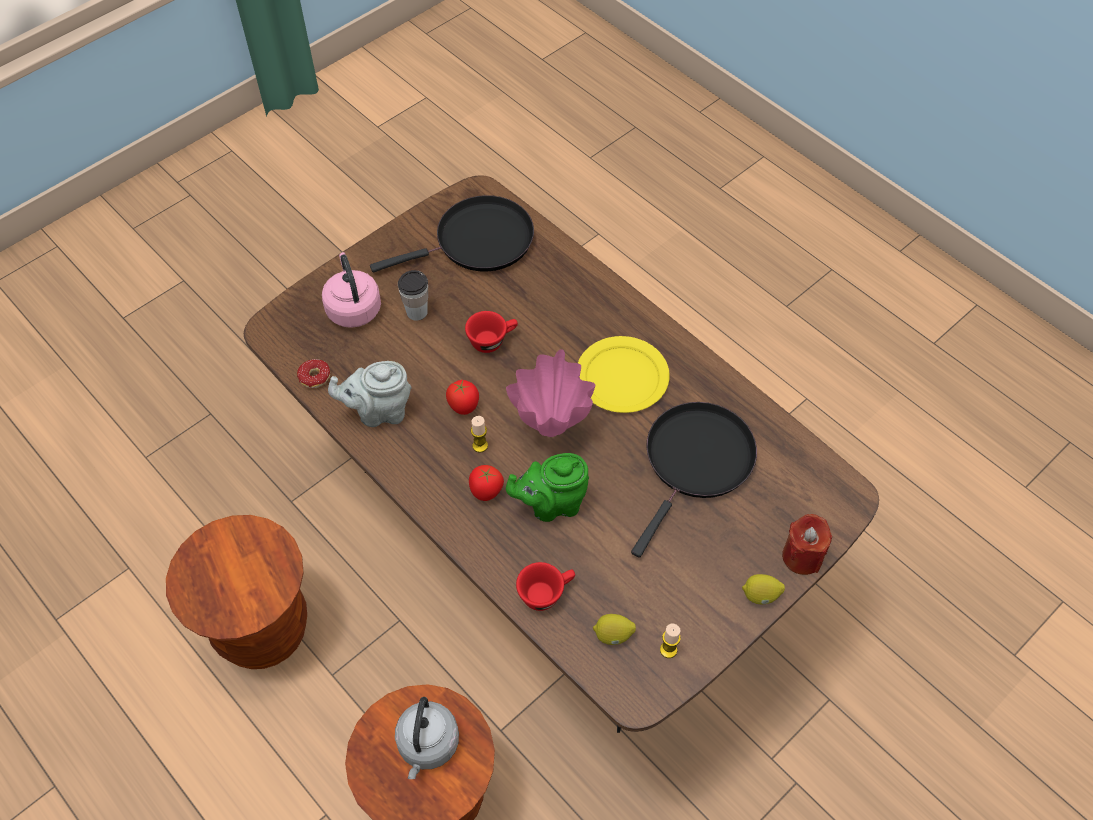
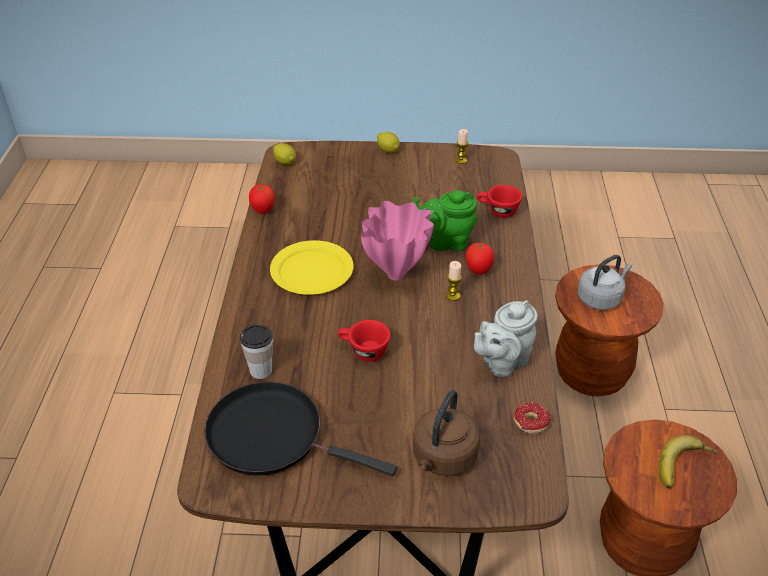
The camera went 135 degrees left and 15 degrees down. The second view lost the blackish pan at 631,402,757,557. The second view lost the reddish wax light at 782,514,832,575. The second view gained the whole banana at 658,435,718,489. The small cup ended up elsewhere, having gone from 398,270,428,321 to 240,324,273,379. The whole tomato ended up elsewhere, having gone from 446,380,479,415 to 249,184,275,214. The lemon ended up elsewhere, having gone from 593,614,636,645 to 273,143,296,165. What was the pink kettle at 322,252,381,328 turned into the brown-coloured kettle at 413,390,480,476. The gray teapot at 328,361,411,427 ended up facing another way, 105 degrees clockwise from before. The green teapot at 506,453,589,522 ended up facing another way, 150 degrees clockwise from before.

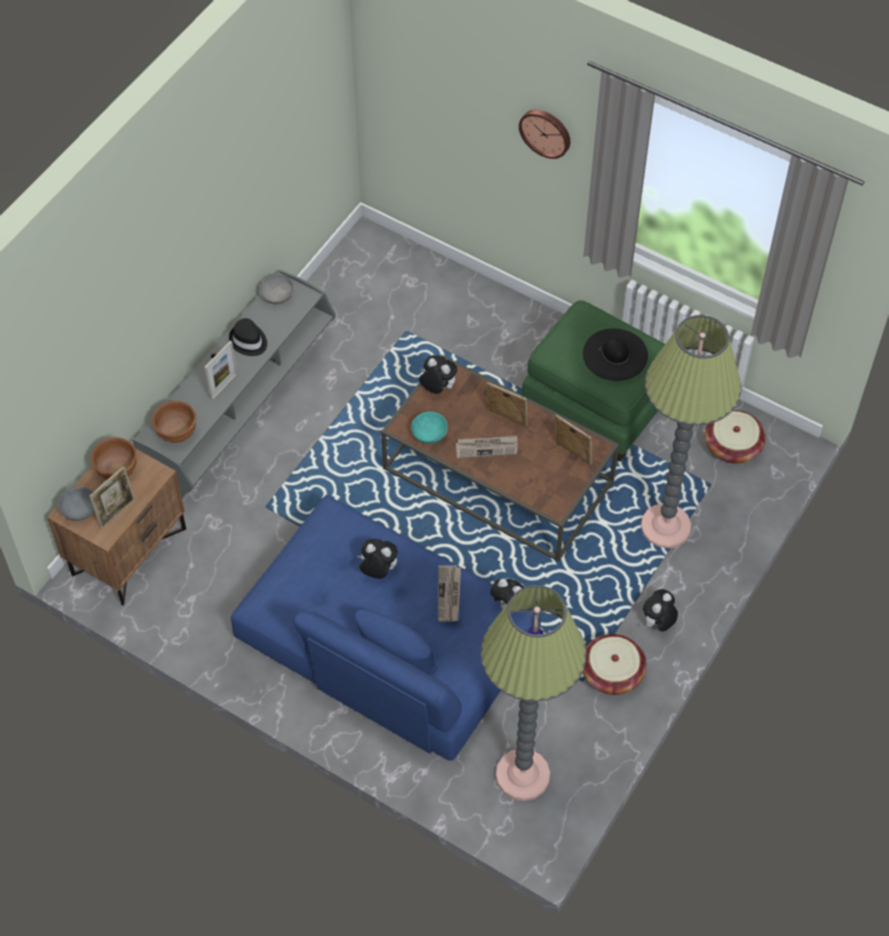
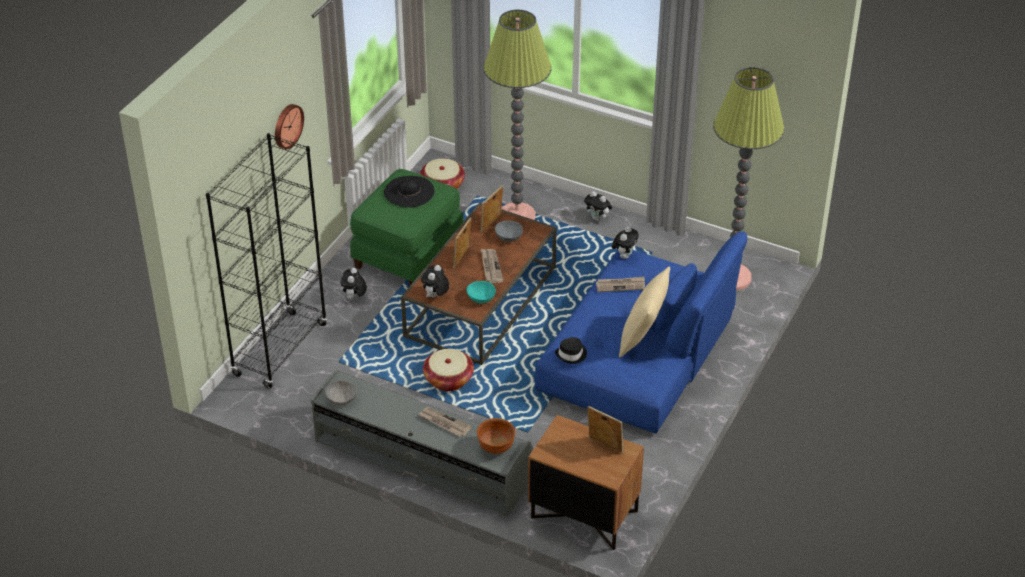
The camera went 95 degrees left and 15 degrees down. The second view lost the brown-coloured deep dish at 91,437,137,479. The second view gained the blackish bookshelf at 206,133,327,389. The second view gained the beige-coloured cushion at 619,266,670,357. The gray deep dish ended up elsewhere, having gone from 58,487,94,521 to 495,221,523,242. The blackish hat ended up elsewhere, having gone from 229,318,267,356 to 555,337,587,364. The soft toy ended up elsewhere, having gone from 357,539,398,579 to 341,268,367,300. The storage basket ended up elsewhere, having gone from 583,634,647,695 to 423,349,474,391. Where the photo frame stood at 204,341,237,401, the newspaper came to stand at 419,407,472,436.

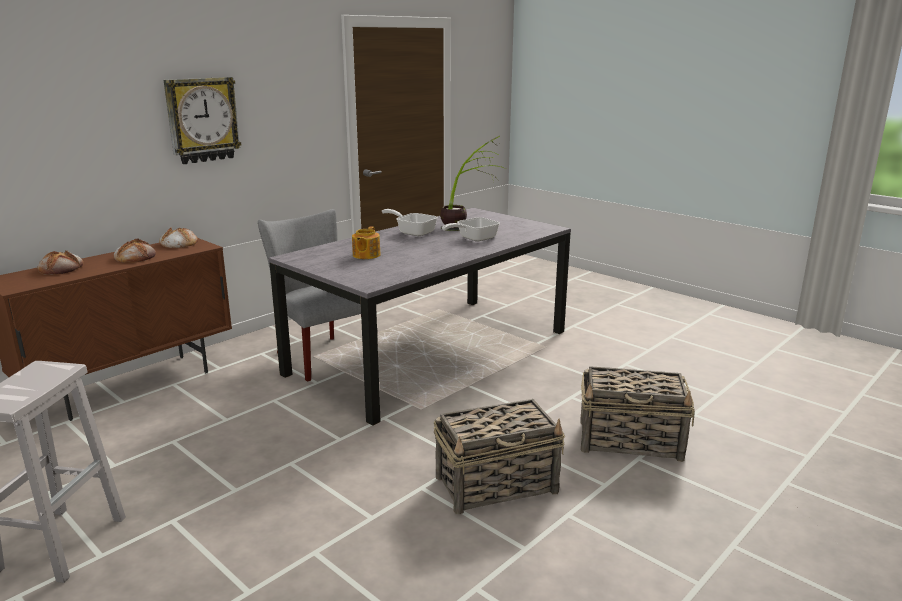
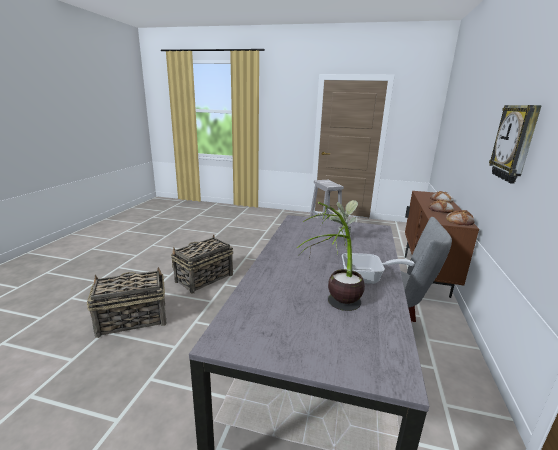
The camera went 150 degrees right and 0 degrees up. The second view lost the pan at 442,217,500,242. Where the teapot stood at 352,226,381,259, the plant in a pot came to stand at 330,200,358,238.

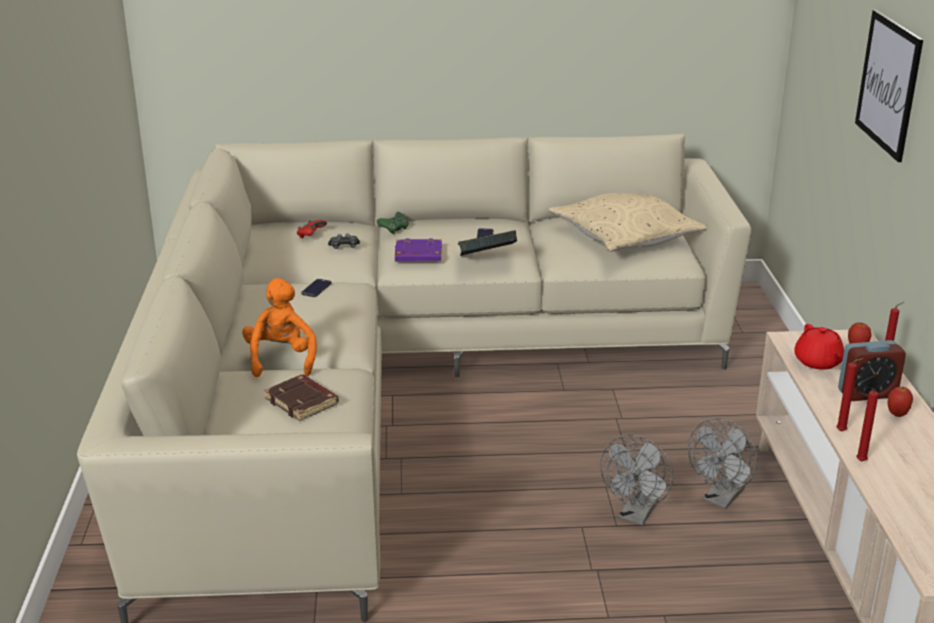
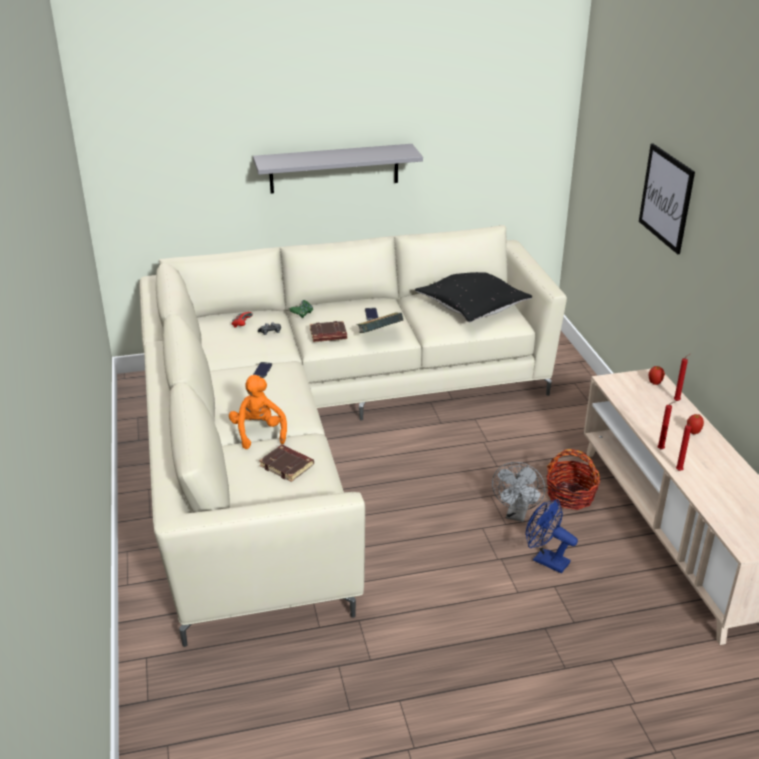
The camera went 10 degrees left and 5 degrees up. The second view lost the reddish teapot at 795,324,844,370. The second view lost the table clock at 838,340,906,401. The second view gained the gray bracket shelf at 253,144,423,194. The second view gained the bluish cooling fan at 525,499,578,573. Where the gray cooling fan stood at 688,418,758,509, the storage basket came to stand at 546,449,600,510. What was the purple-coloured bound book at 395,238,442,262 turned into the brown-coloured bound book at 310,321,347,342. What was the beige-coloured cushion at 549,193,707,252 turned into the blackish cushion at 415,272,532,322.

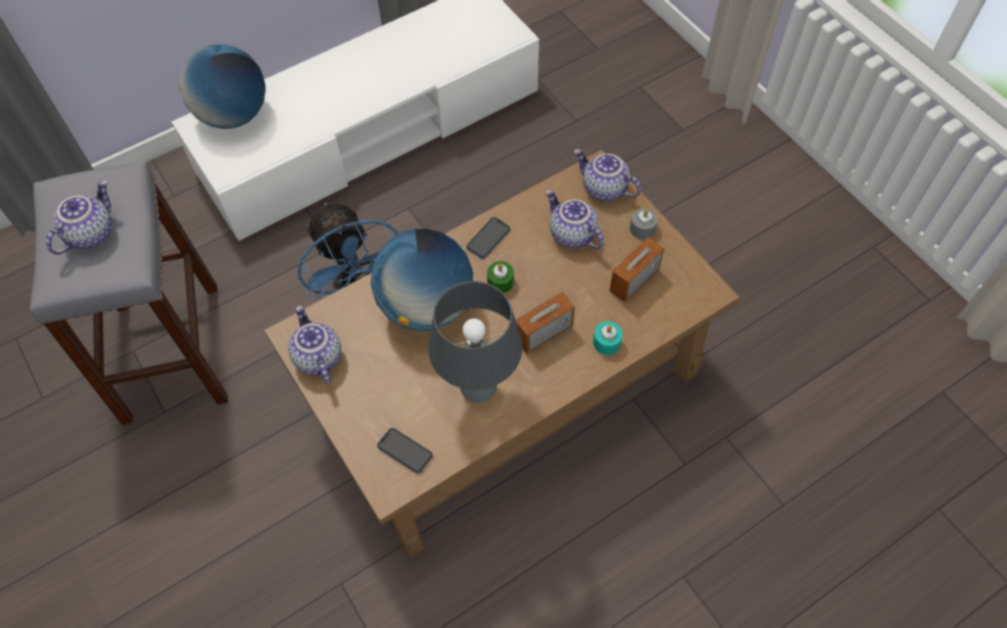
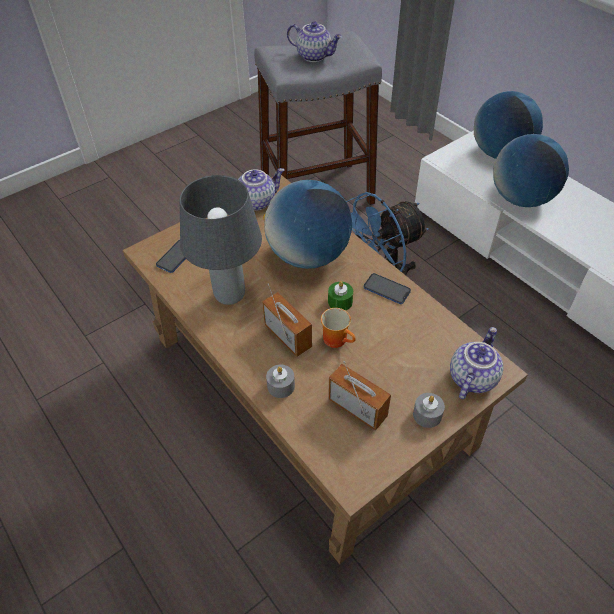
The camera went 85 degrees right and 10 degrees down. The second view lost the teapot at 546,189,604,250. The second view gained the tea mug at 321,308,356,348. The second view gained the world globe at 493,134,569,207. What was the blue-green wax light at 593,321,623,355 turned into the gray wax light at 266,365,295,398.

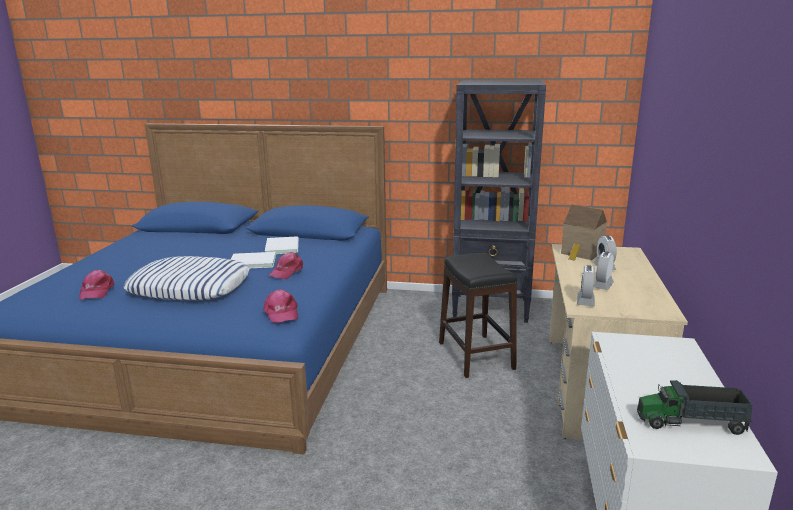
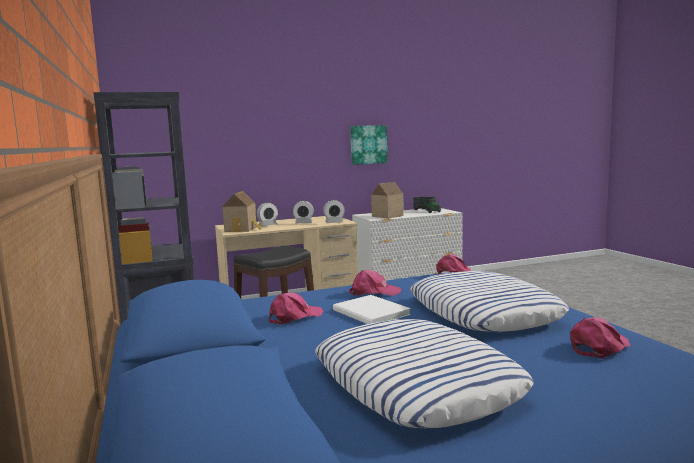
The camera went 120 degrees left and 10 degrees down. The second view gained the cushion at 315,319,534,429. The second view gained the wall picture at 350,125,387,165. The second view gained the model house at 371,182,404,219. Where the white bound book stood at 265,236,299,254, the pink peaked cap came to stand at 269,293,323,325.

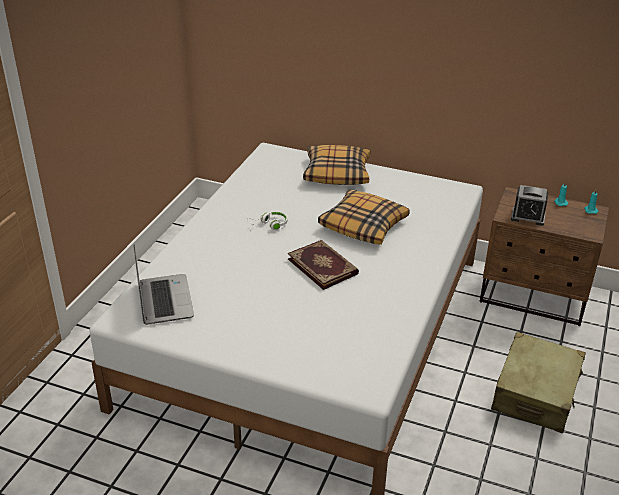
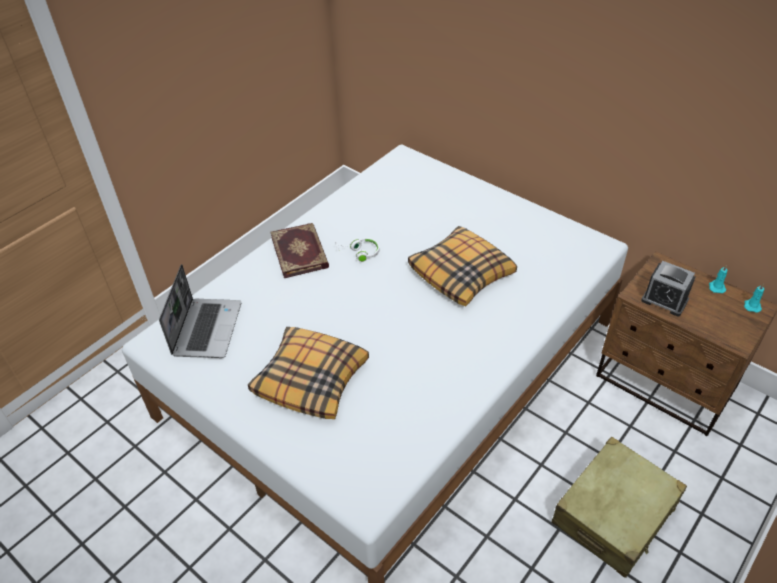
The camera went 20 degrees right and 10 degrees up. The bound book ended up elsewhere, having gone from 288,240,359,290 to 271,223,329,278. The cushion ended up elsewhere, having gone from 303,145,370,185 to 248,327,369,419.

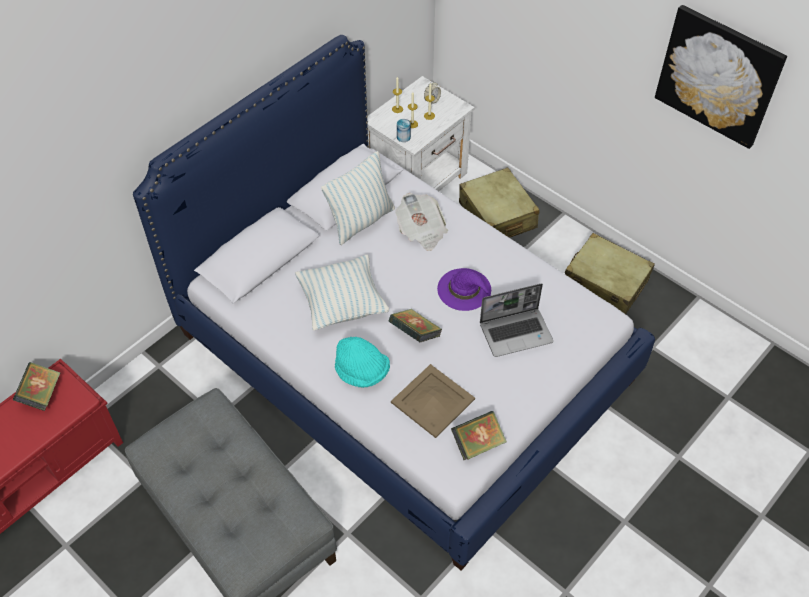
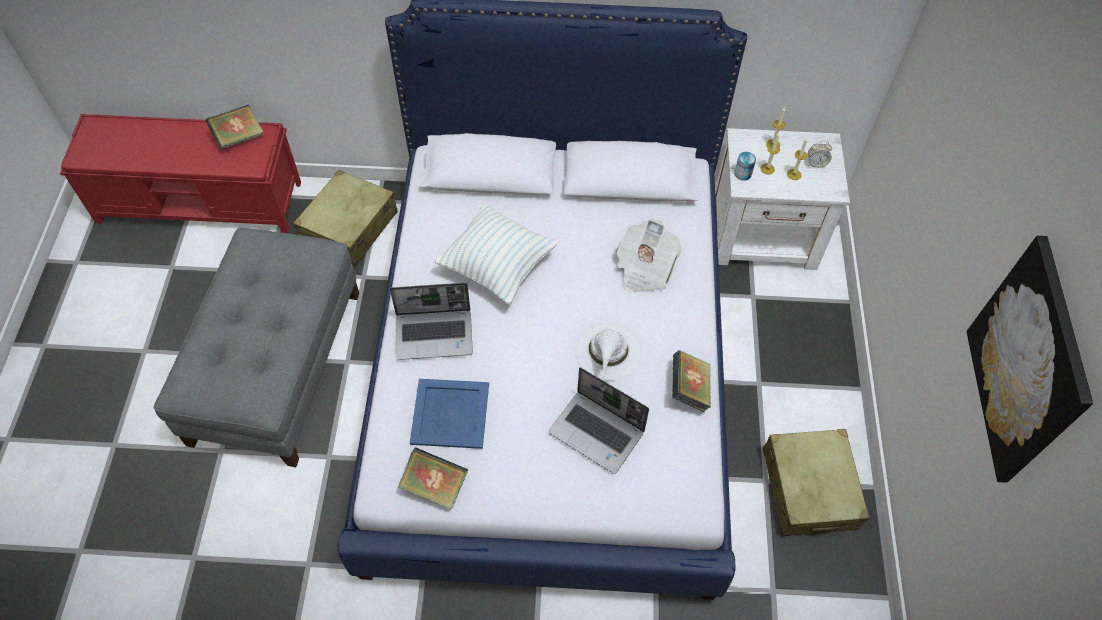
The camera went 50 degrees right and 5 degrees up. The second view lost the cushion at 321,151,395,245. The bound book ended up elsewhere, having gone from 388,309,442,343 to 672,350,711,412. The beige-coloured suitcase ended up elsewhere, having gone from 459,167,540,238 to 293,170,398,267. Where the blue-green hat stood at 335,337,390,388, the notebook computer came to stand at 390,283,473,360. What was the beige-coloured carrying tray at 391,364,475,438 turned into the bluish carrying tray at 410,379,489,449. What was the purple-coloured hat at 437,268,491,311 turned into the white hat at 575,322,642,381.

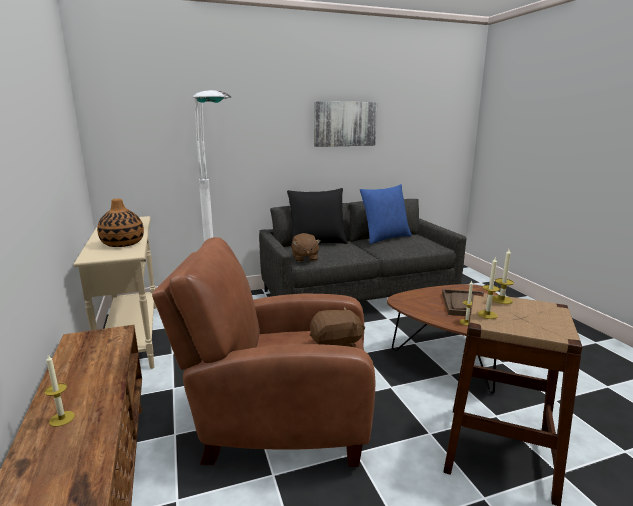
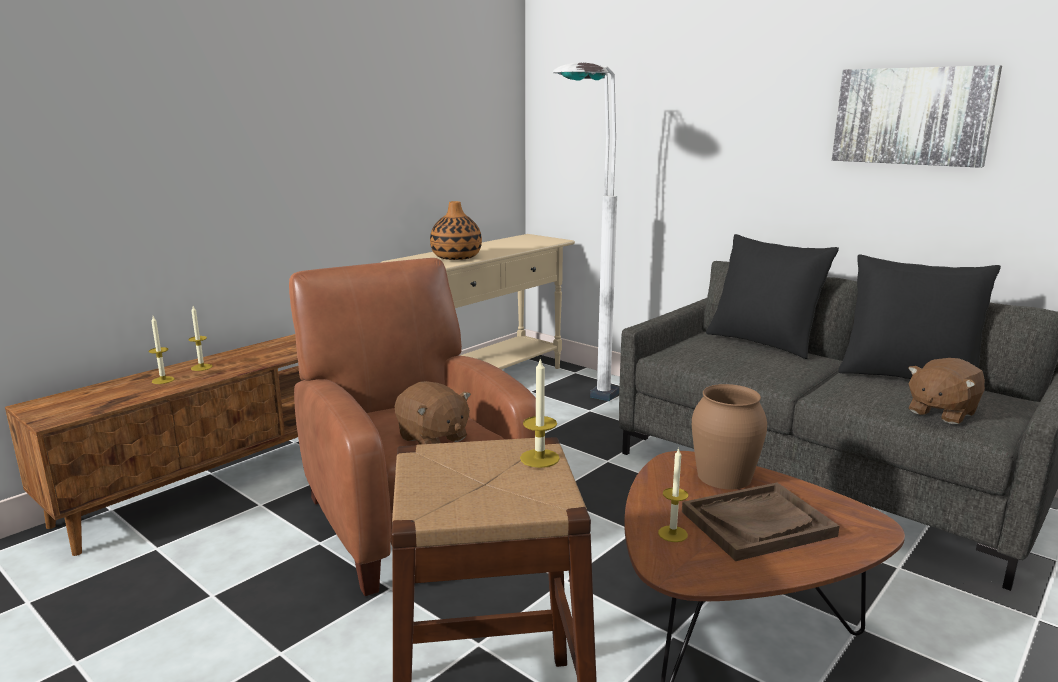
The camera went 60 degrees right and 0 degrees up. The second view gained the brown-coloured vase at 692,384,767,489. The brown-coloured soft toy ended up elsewhere, having gone from 291,233,321,262 to 908,358,985,424. The wax light ended up elsewhere, having gone from 477,258,500,319 to 149,316,175,384. What was the bluish cushion at 360,184,412,244 turned into the blackish cushion at 838,255,1001,379.

